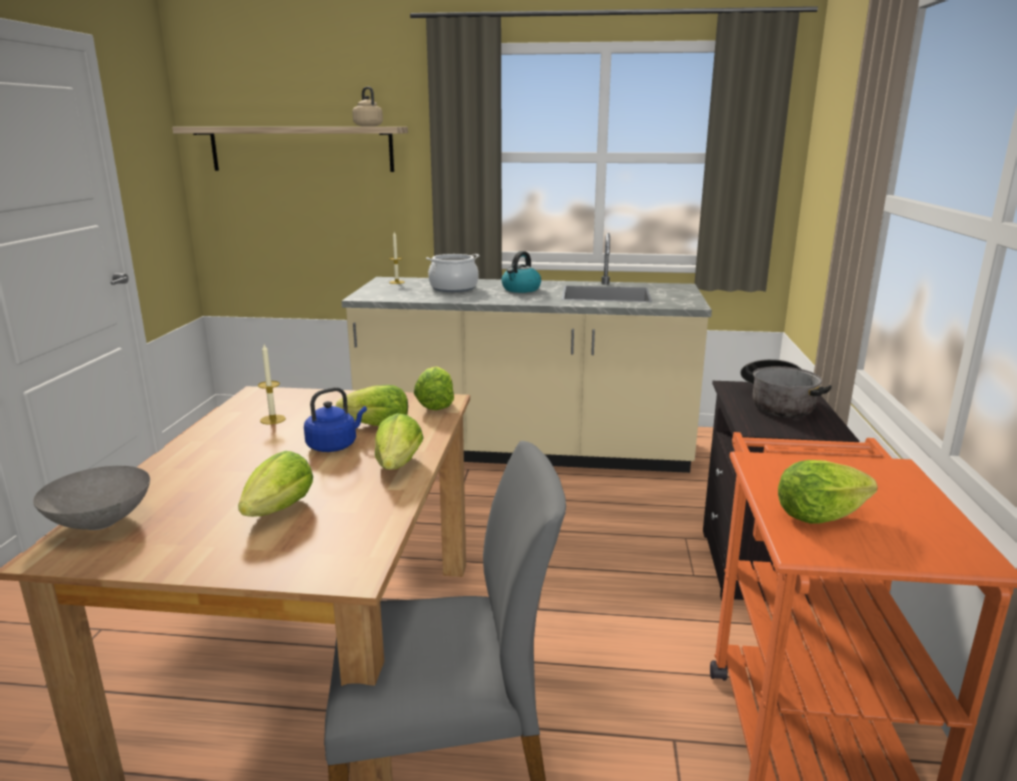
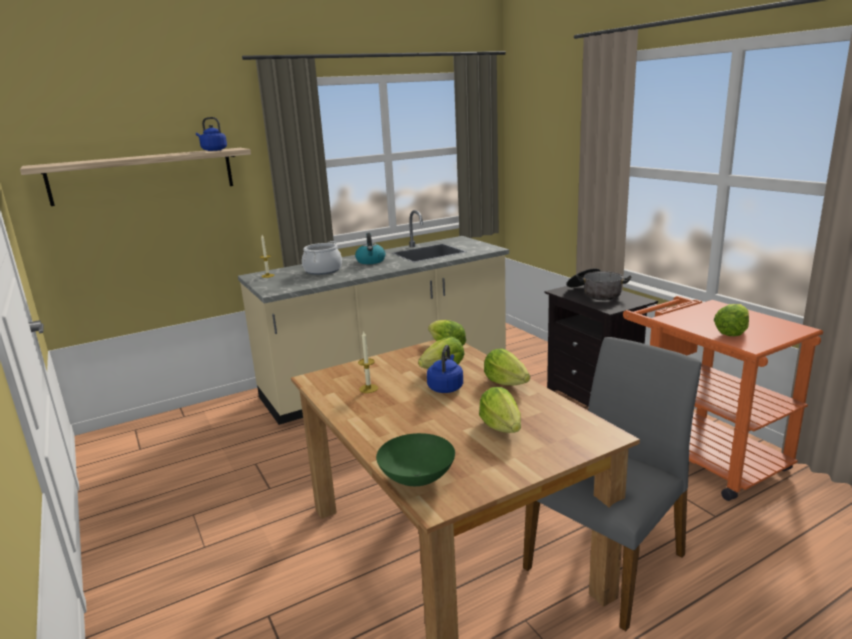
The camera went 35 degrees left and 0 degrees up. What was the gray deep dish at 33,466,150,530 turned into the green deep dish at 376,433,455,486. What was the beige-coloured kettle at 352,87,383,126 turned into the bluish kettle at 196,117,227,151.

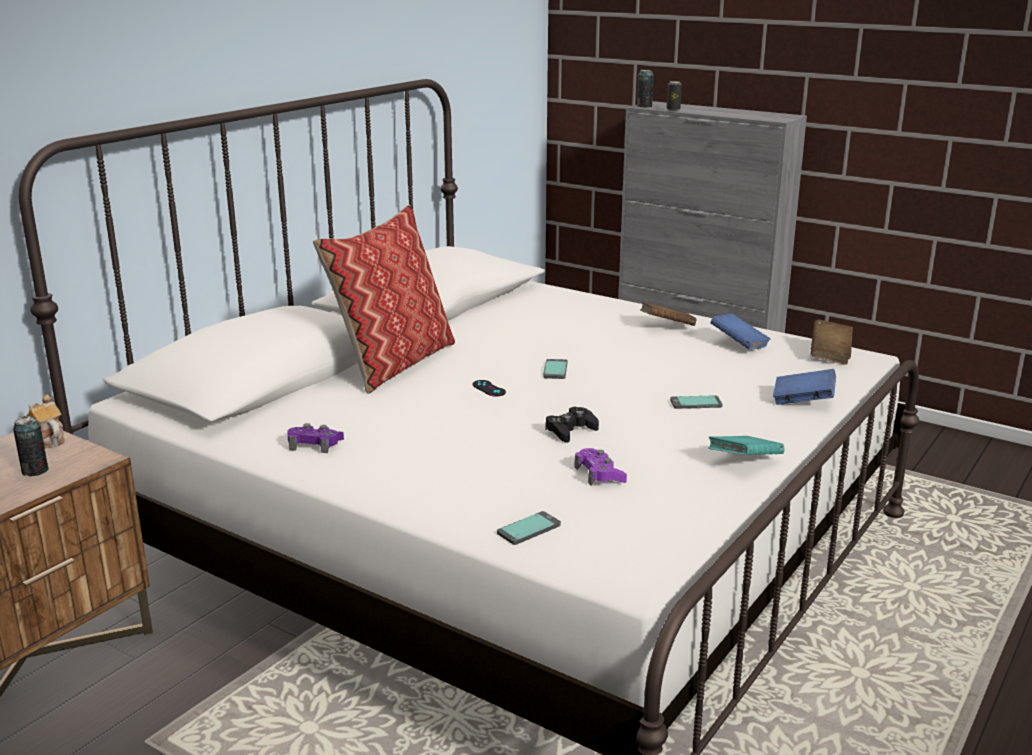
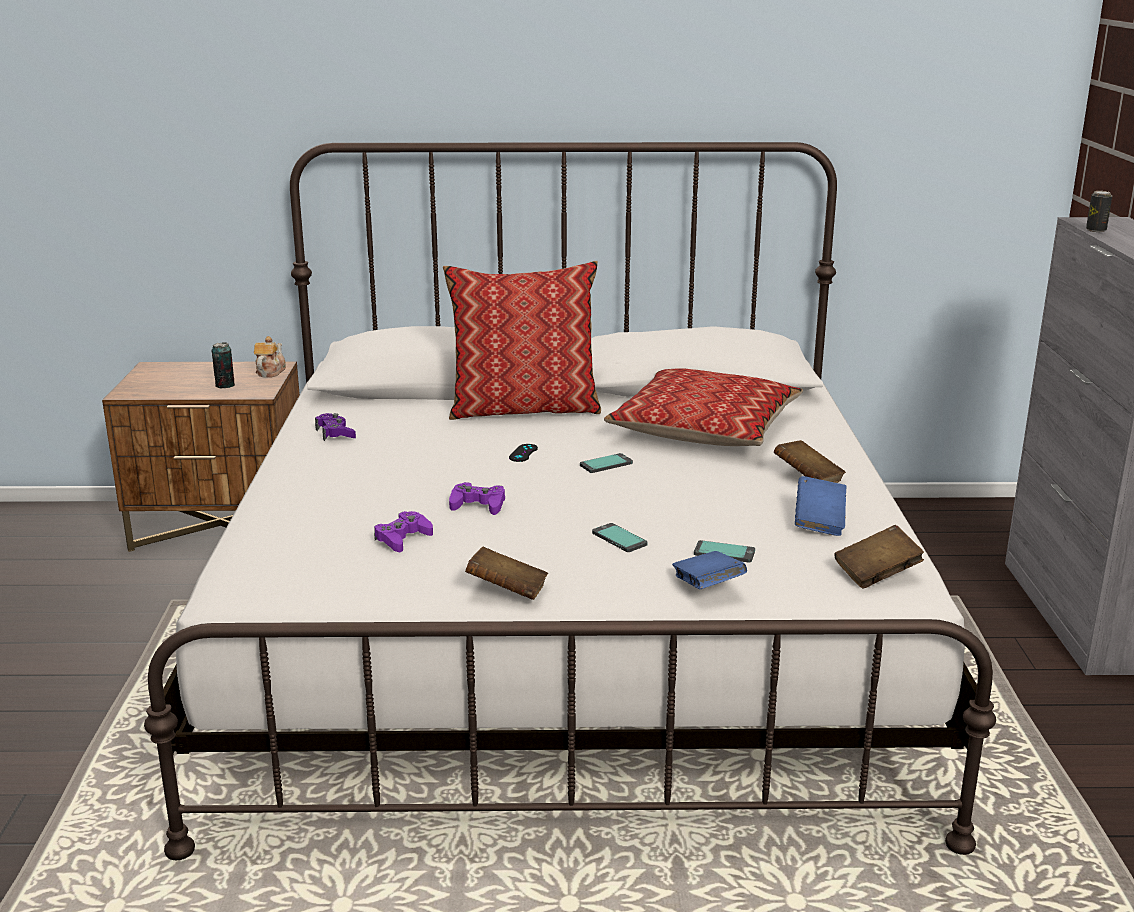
The camera went 55 degrees right and 0 degrees up. The second view lost the sealed can at 637,70,654,108. The second view gained the cushion at 604,368,803,446. The telephone ended up elsewhere, having gone from 497,511,561,545 to 694,540,755,563. What was the blackish joypad at 545,407,599,443 turned into the purple-coloured joypad at 449,482,505,515. What was the blue-green bound book at 708,436,785,455 turned into the brown-coloured bound book at 465,547,548,600.

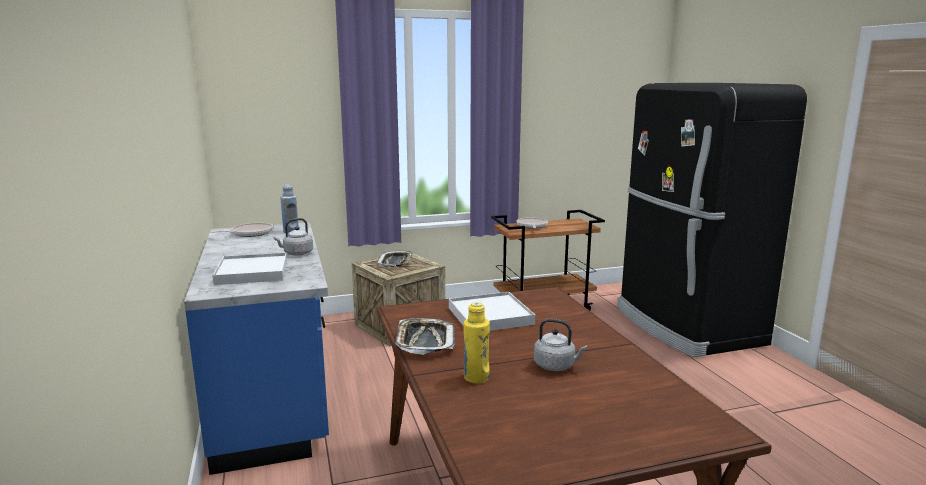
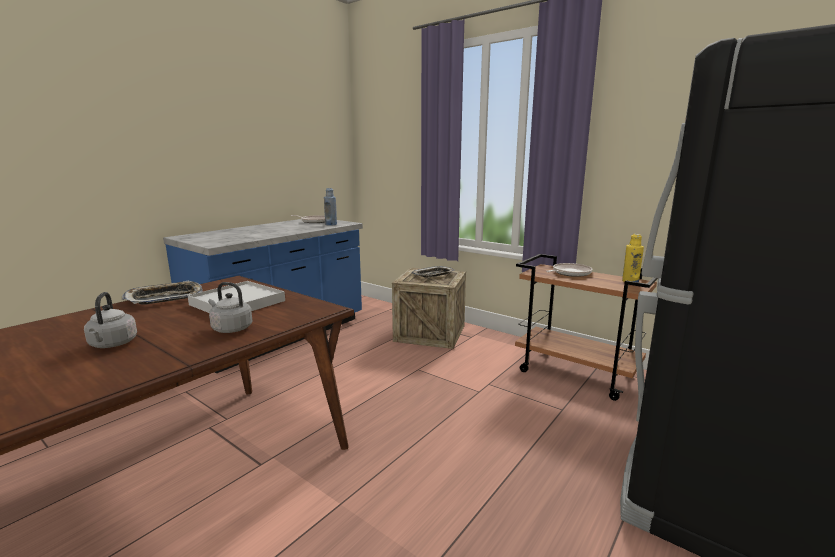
The camera went 55 degrees right and 0 degrees up. The second view lost the white carrying tray at 212,253,287,285. The gray kettle ended up elsewhere, having gone from 274,218,313,256 to 208,282,252,333. The yellow drink bottle ended up elsewhere, having gone from 464,302,490,383 to 622,234,644,282.

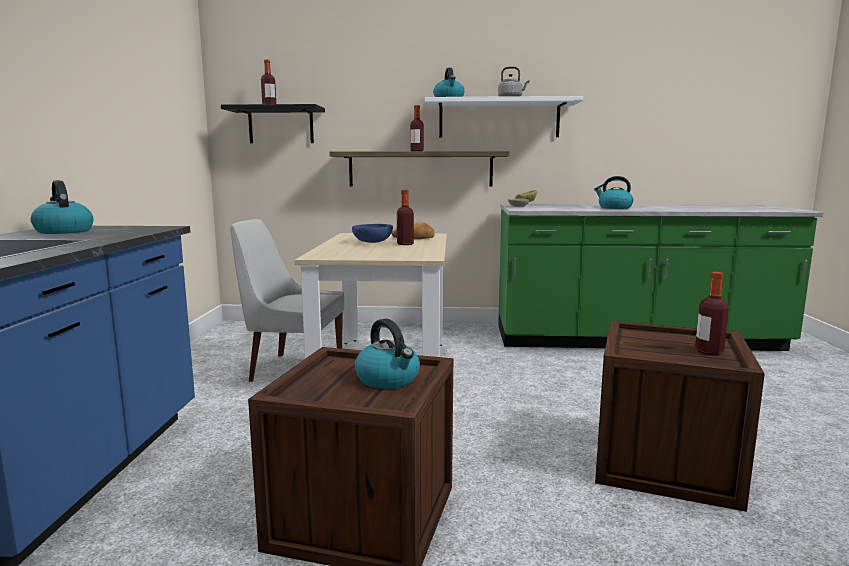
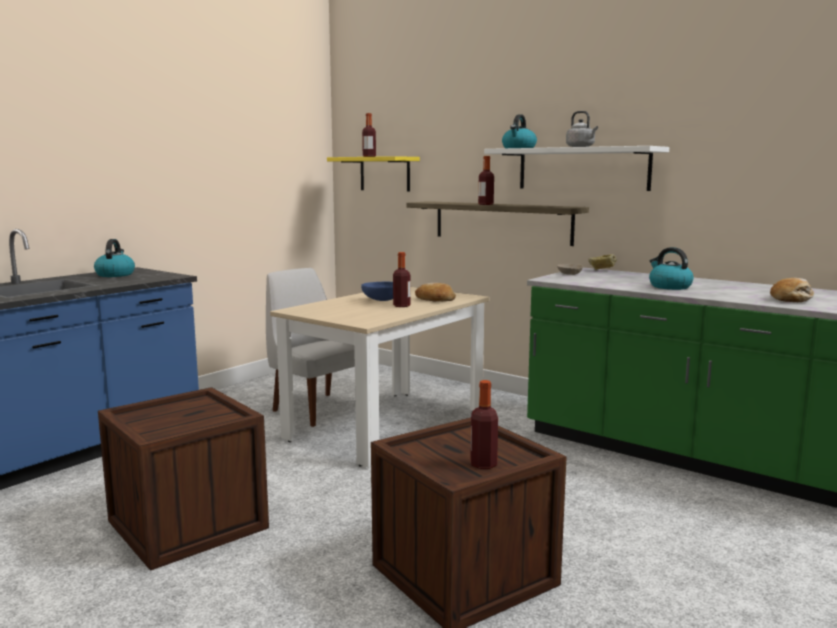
The camera went 35 degrees right and 0 degrees up. The second view lost the kettle at 355,319,420,389. The second view gained the baked bread at 770,278,814,302. What was the blackish bracket shelf at 221,104,325,143 turned into the yellow bracket shelf at 327,156,420,192.

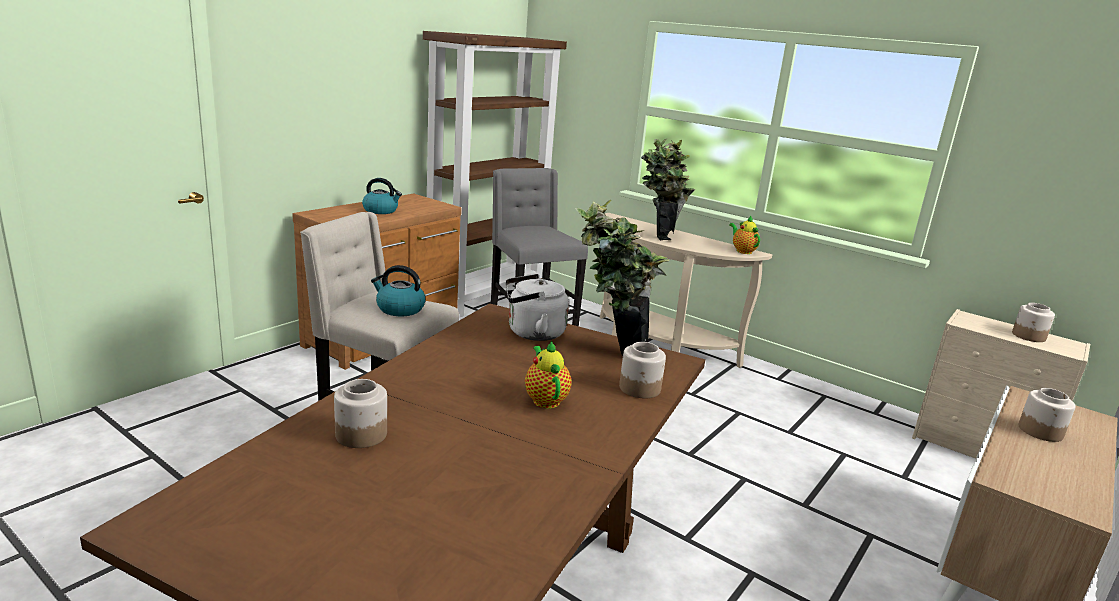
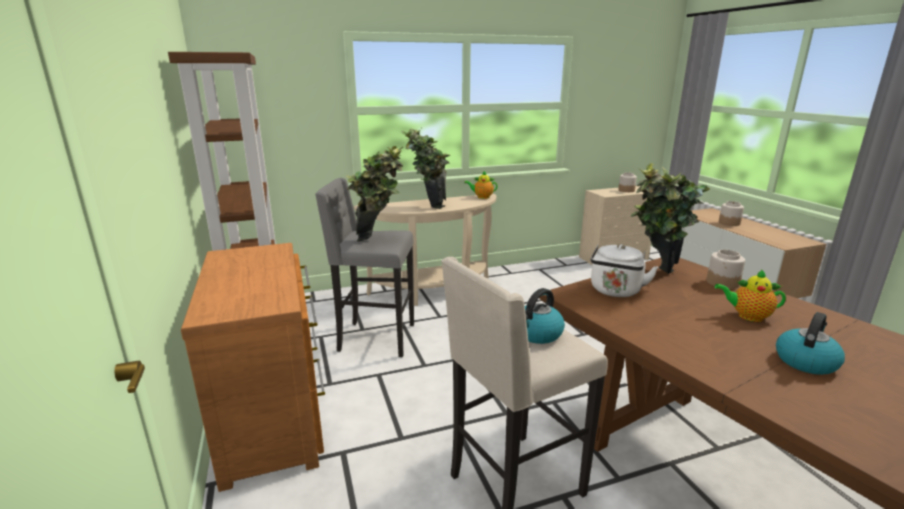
The camera went 55 degrees left and 0 degrees up. The second view lost the jar at 334,379,387,448. The second view gained the plant in a pot at 345,146,403,242. The kettle ended up elsewhere, having gone from 362,178,402,214 to 776,312,845,375.

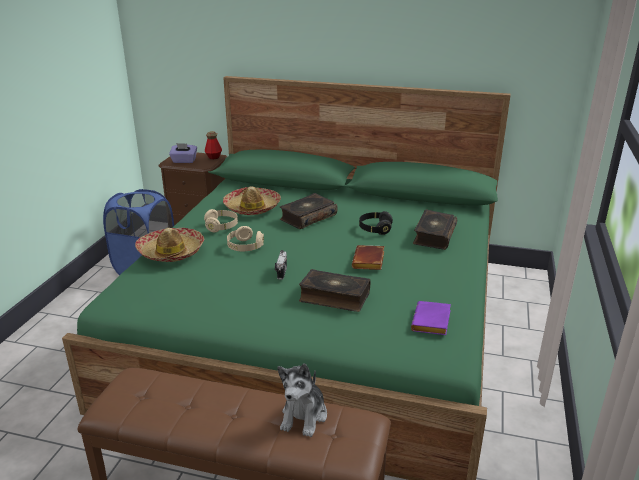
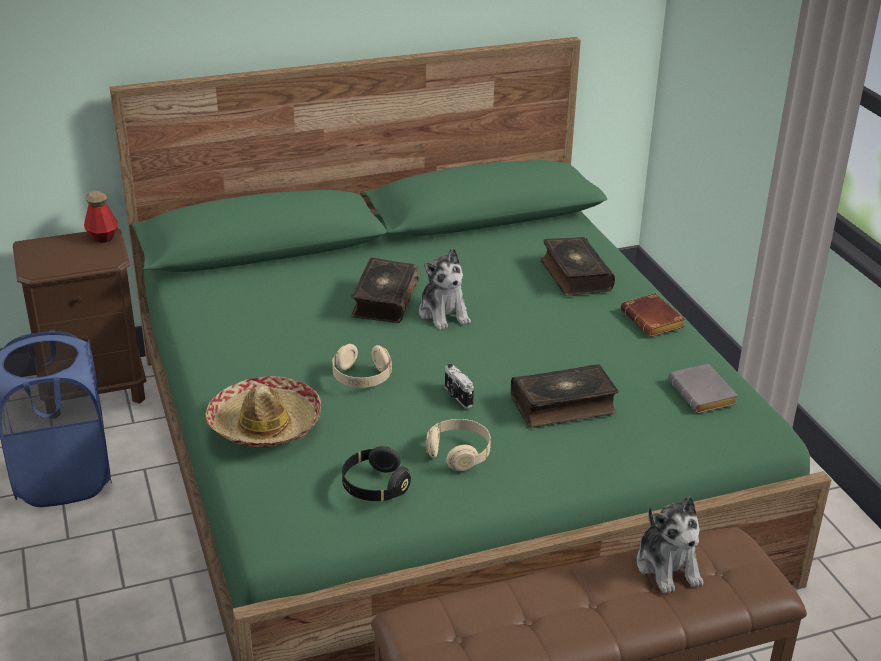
The camera went 35 degrees left and 5 degrees up. The second view lost the purple-coloured tissue holder at 169,143,197,163. The second view lost the hat at 223,186,281,215. The second view gained the soft toy at 419,248,471,330. The beige-coloured pair of headphones ended up elsewhere, having gone from 204,209,238,232 to 426,419,491,471. The brown-coloured bound book ended up elsewhere, having gone from 352,245,384,270 to 620,293,686,337. The blackish pair of headphones ended up elsewhere, having gone from 359,211,393,235 to 342,446,411,501. What was the purple-coloured bound book at 411,301,451,335 turned into the gray bound book at 668,363,738,413.

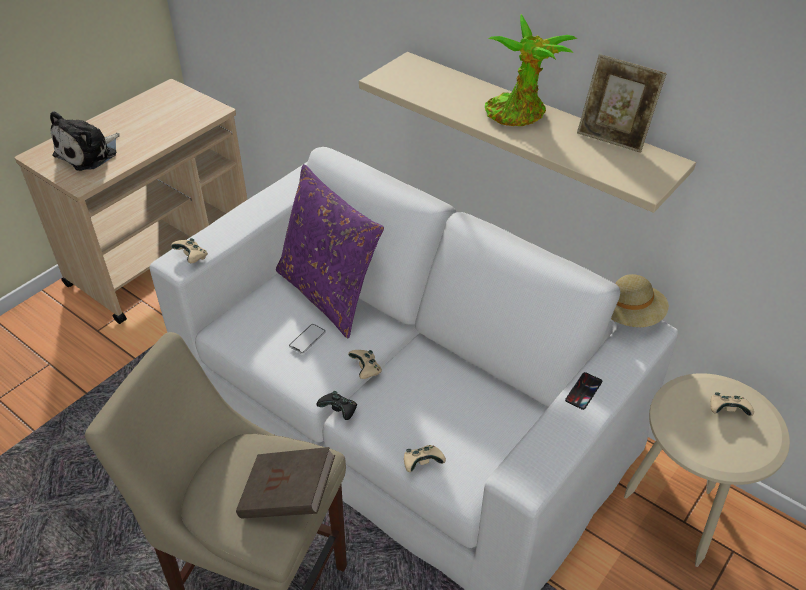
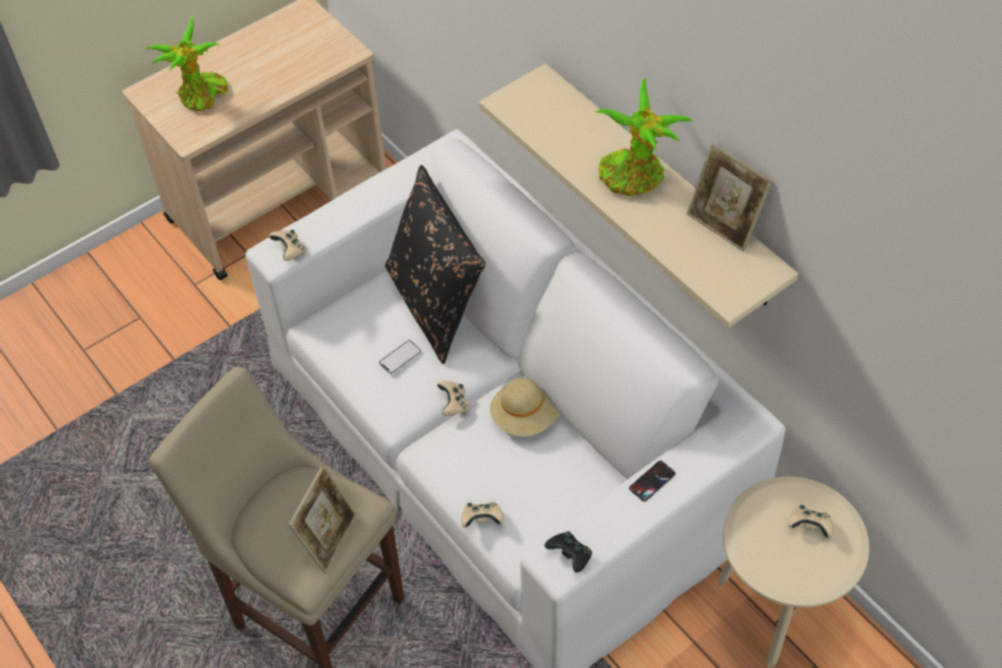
The camera went 15 degrees right and 10 degrees up. The blackish joypad ended up elsewhere, having gone from 316,391,357,420 to 545,531,592,573. The beige-coloured hat ended up elsewhere, having gone from 611,274,669,327 to 490,378,559,437. Where the soft toy stood at 50,111,120,171, the plant in a pot came to stand at 144,16,228,112. Where the brown-coloured bound book stood at 236,447,335,519, the photo frame came to stand at 289,465,357,573. What was the purple-coloured cushion at 276,164,384,339 turned into the blackish cushion at 385,165,486,364.

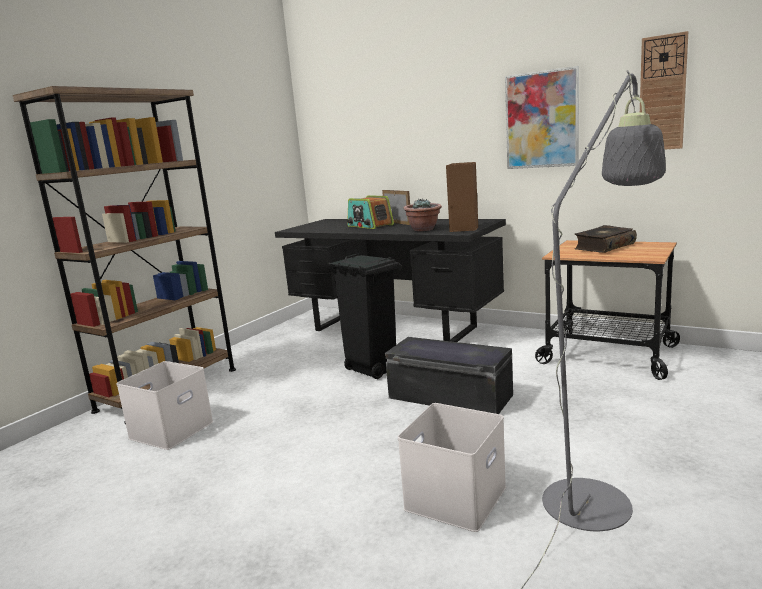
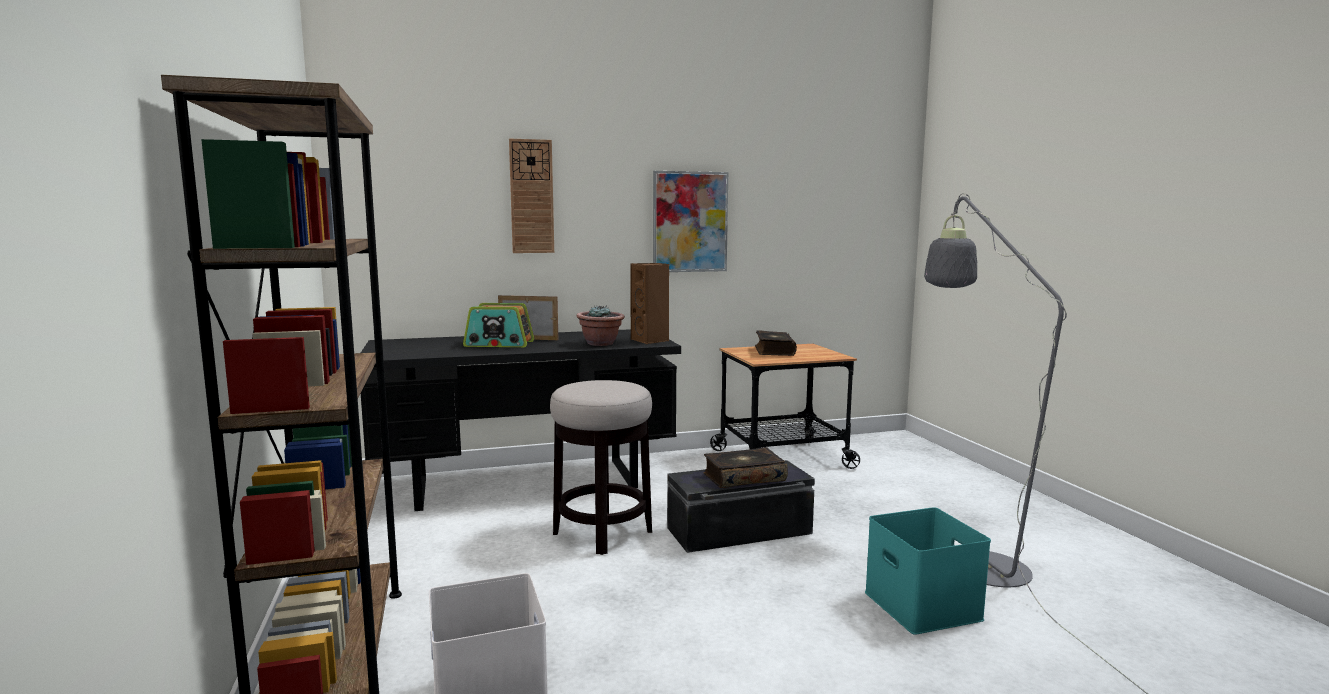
The camera went 50 degrees left and 5 degrees down. The second view gained the bound book at 703,447,788,488. The hanging clock ended up elsewhere, having gone from 640,31,688,149 to 509,138,554,253. Where the blackish trash can stood at 327,253,401,379, the stool seat came to stand at 550,380,652,555. What was the white storage bin at 398,403,506,532 turned into the blue-green storage bin at 865,507,991,635.

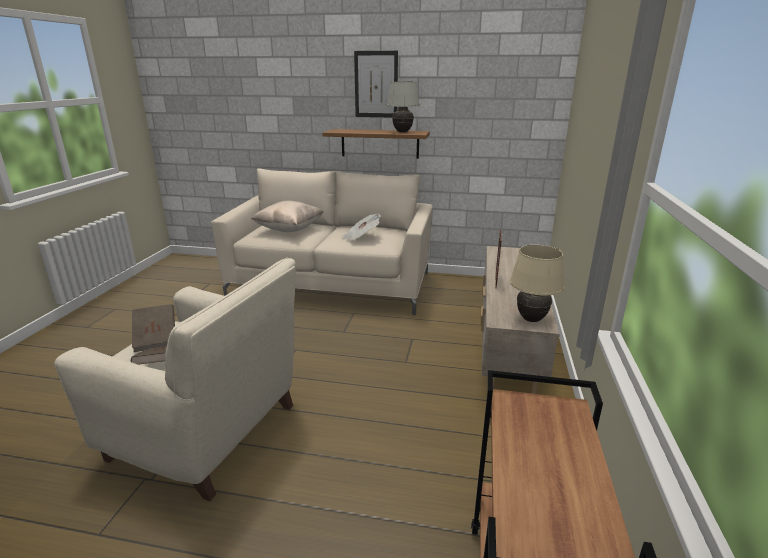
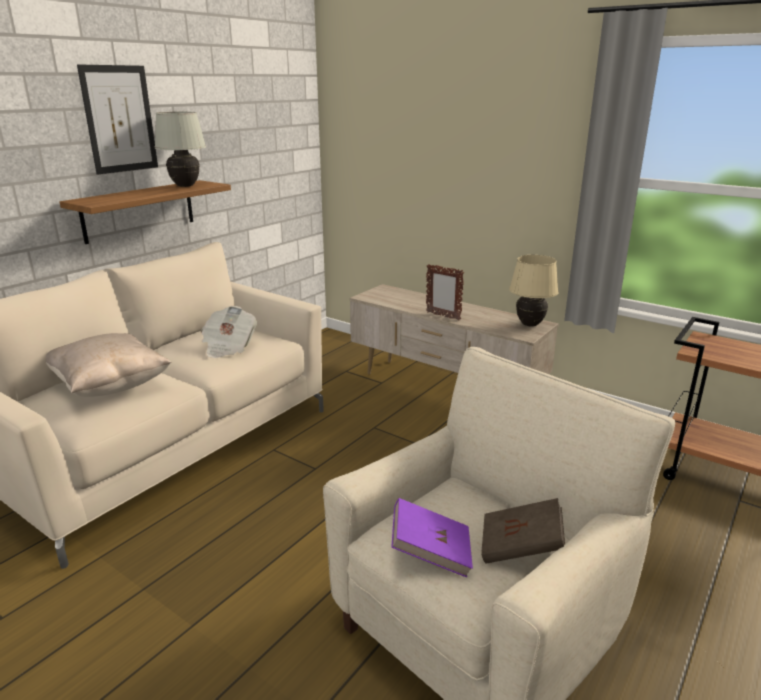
The camera went 65 degrees left and 0 degrees up. What was the brown-coloured bound book at 132,304,175,352 turned into the purple-coloured bound book at 391,498,473,577.

